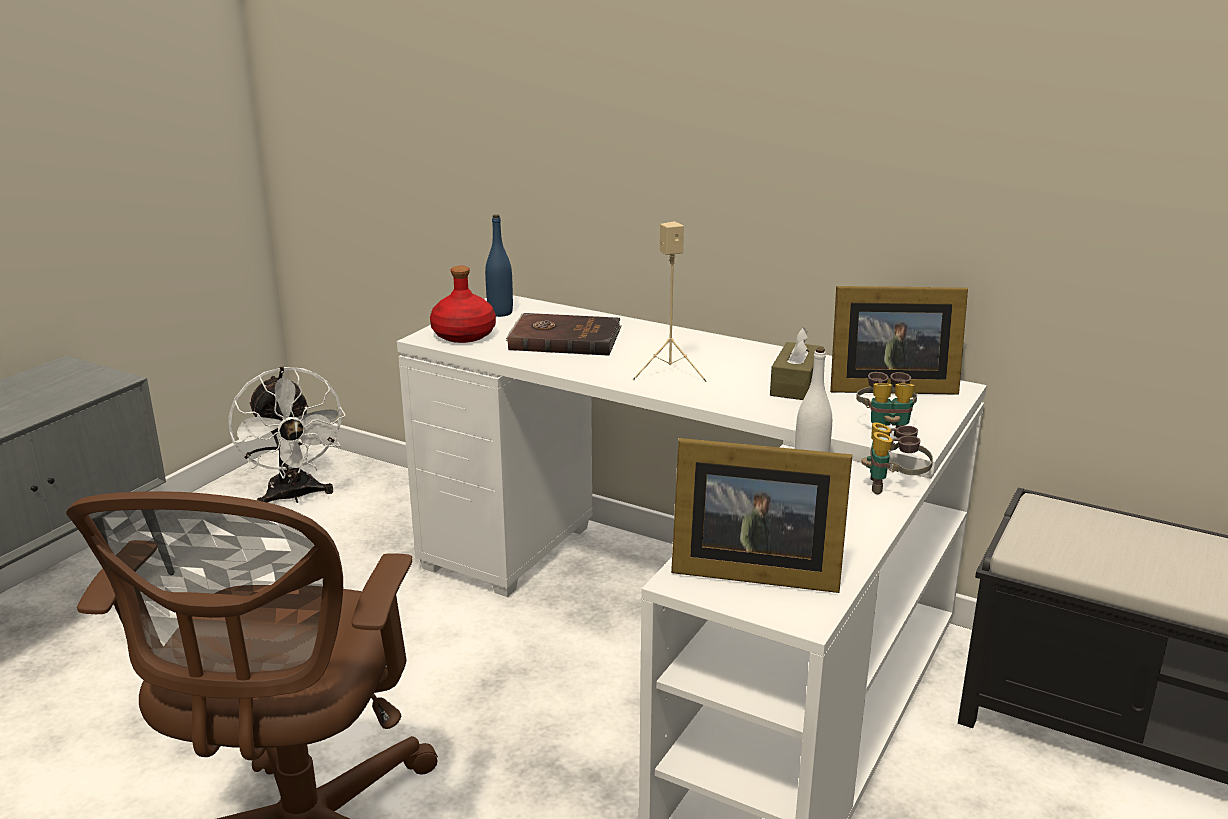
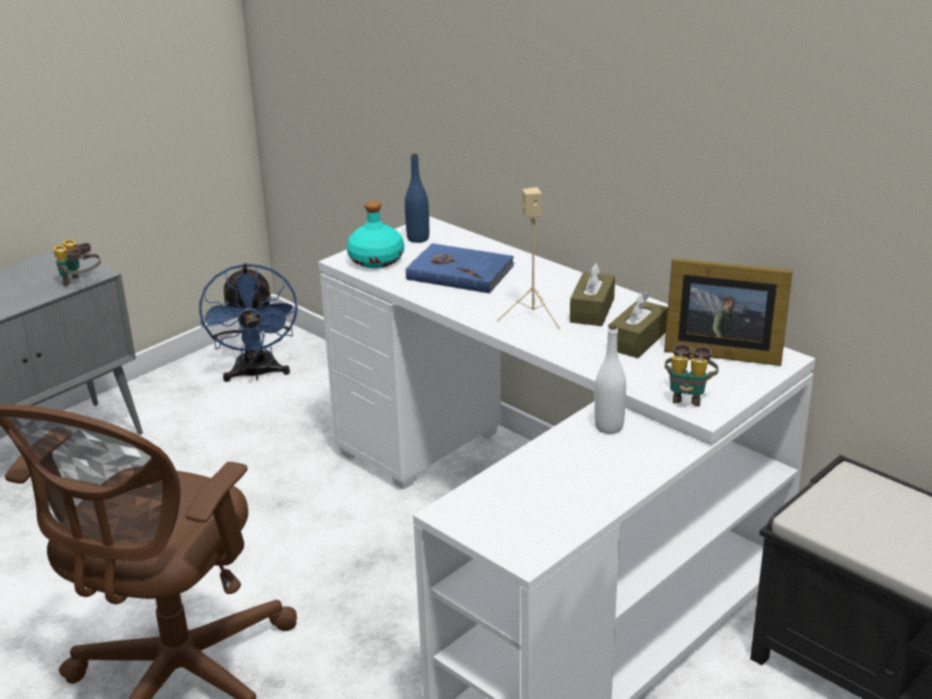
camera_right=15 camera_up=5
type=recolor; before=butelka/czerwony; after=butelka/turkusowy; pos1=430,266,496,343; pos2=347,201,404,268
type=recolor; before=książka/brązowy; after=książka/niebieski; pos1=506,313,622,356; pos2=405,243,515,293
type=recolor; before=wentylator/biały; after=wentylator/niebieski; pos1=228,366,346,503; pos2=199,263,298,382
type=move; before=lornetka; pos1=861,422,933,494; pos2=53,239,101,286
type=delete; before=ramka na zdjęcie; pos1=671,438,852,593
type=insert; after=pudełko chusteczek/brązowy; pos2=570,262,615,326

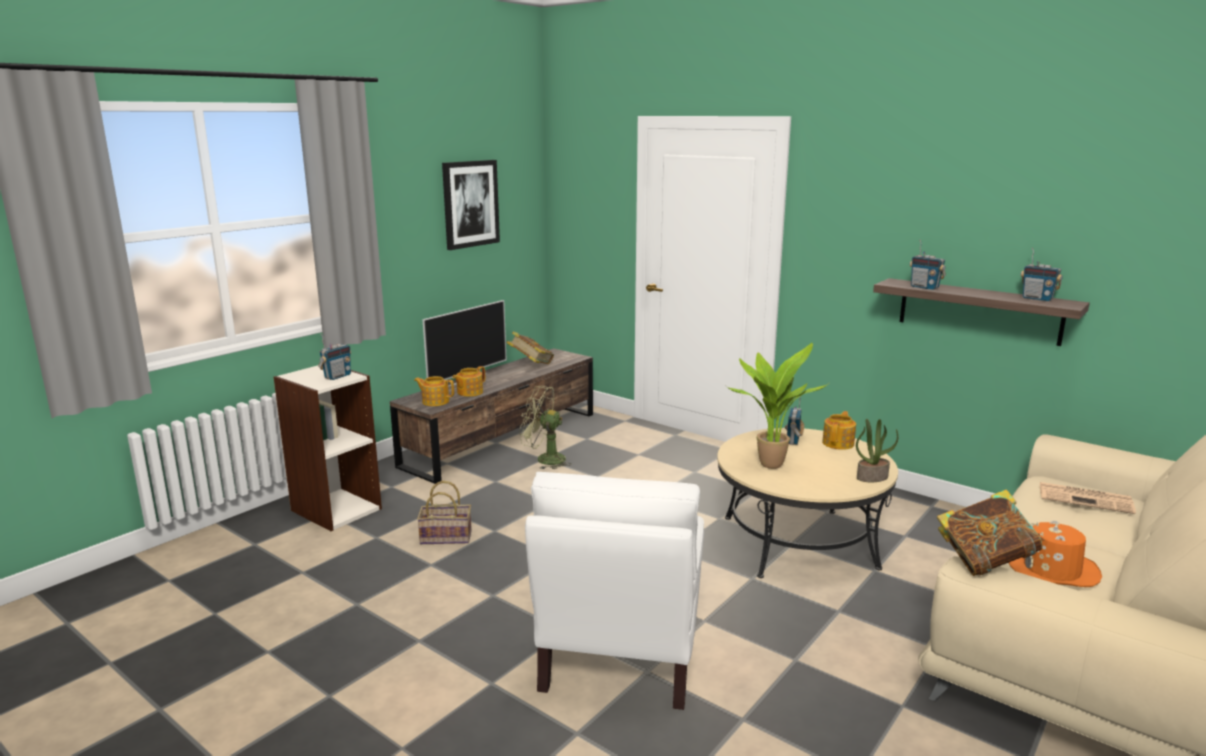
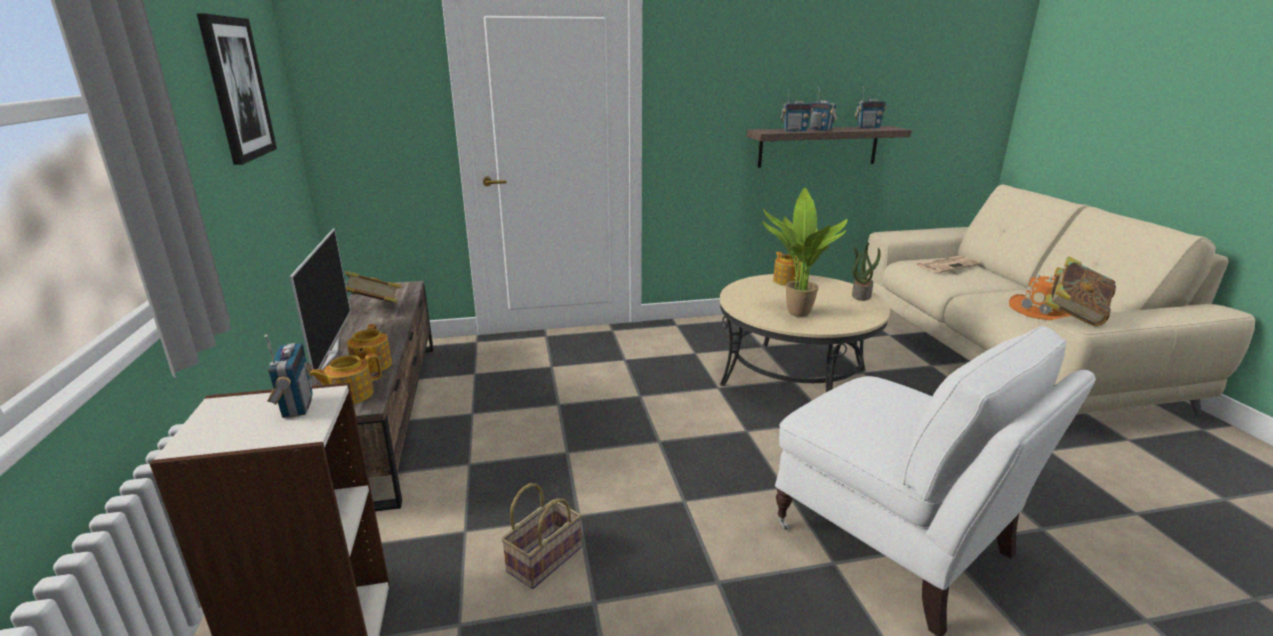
camera_right=-50 camera_up=5
type=delete; before=wentylator/zielony; pos1=519,386,571,469
type=move; before=radio; pos1=785,396,804,445; pos2=810,87,837,131

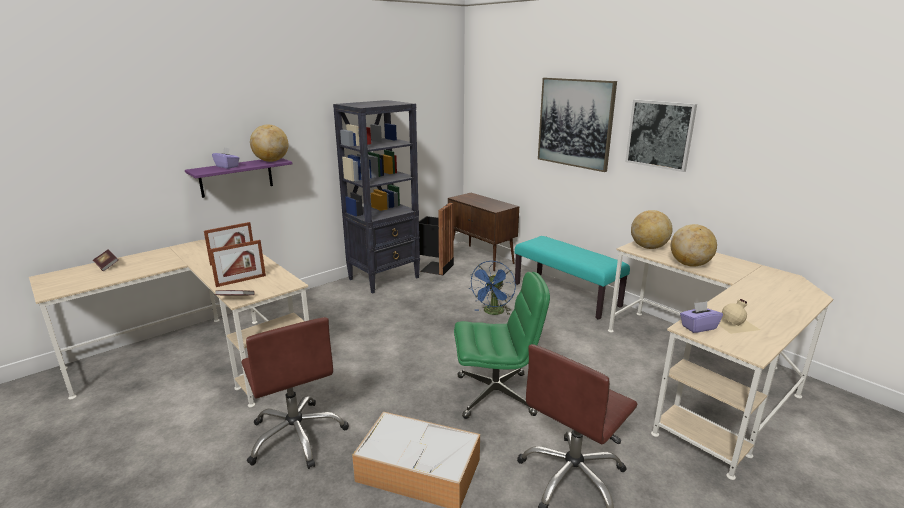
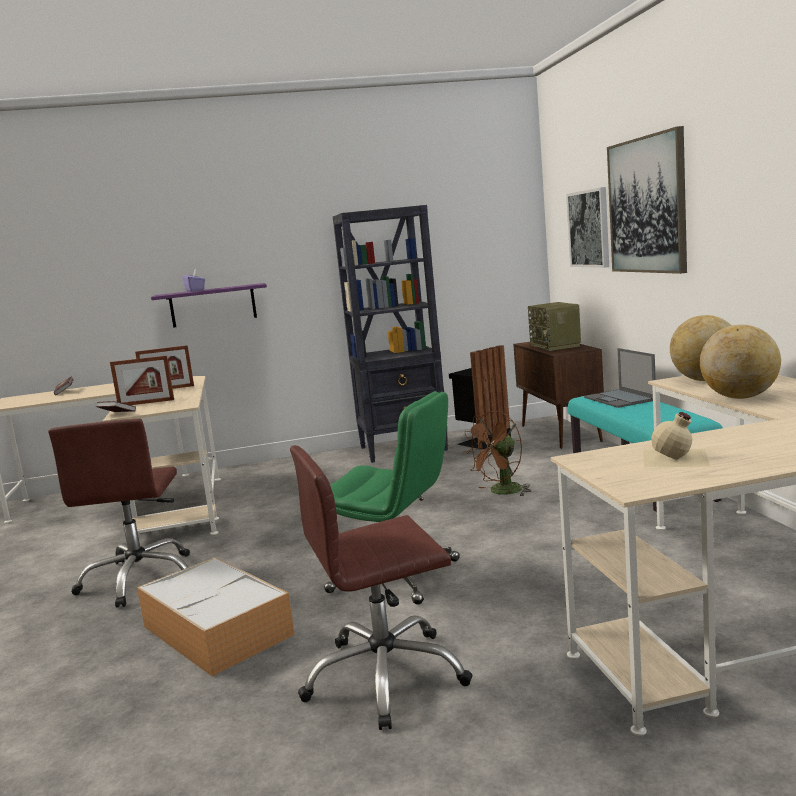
camera_right=30 camera_up=-10
type=move; before=obraz; pos1=625,99,697,172; pos2=566,187,609,268
type=delete; before=globus; pos1=250,124,288,162
type=recolor; before=wentylator/niebieski; after=wentylator/brązowy; pos1=469,261,516,315; pos2=463,411,531,497
type=delete; before=pudełko chusteczek/fioletowy; pos1=680,301,723,333
type=insert; after=radio; pos2=528,302,581,351
type=insert; after=laptop; pos2=584,348,656,408

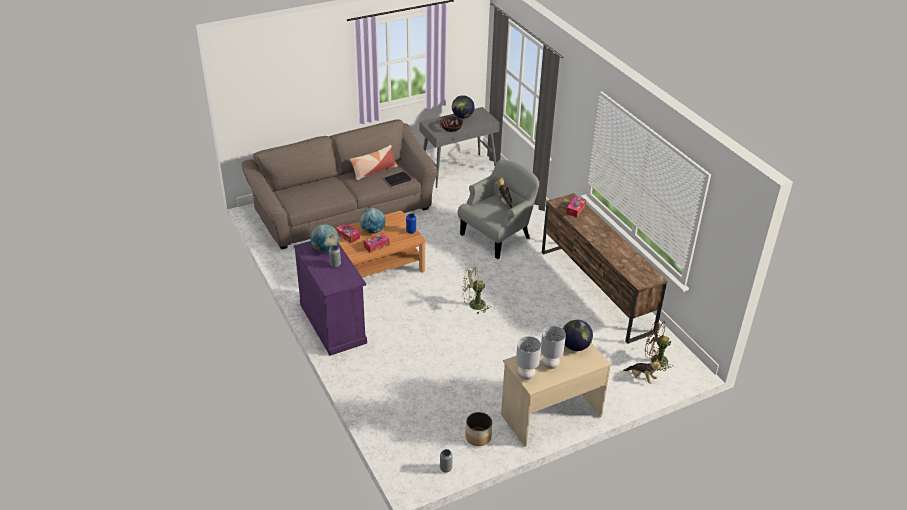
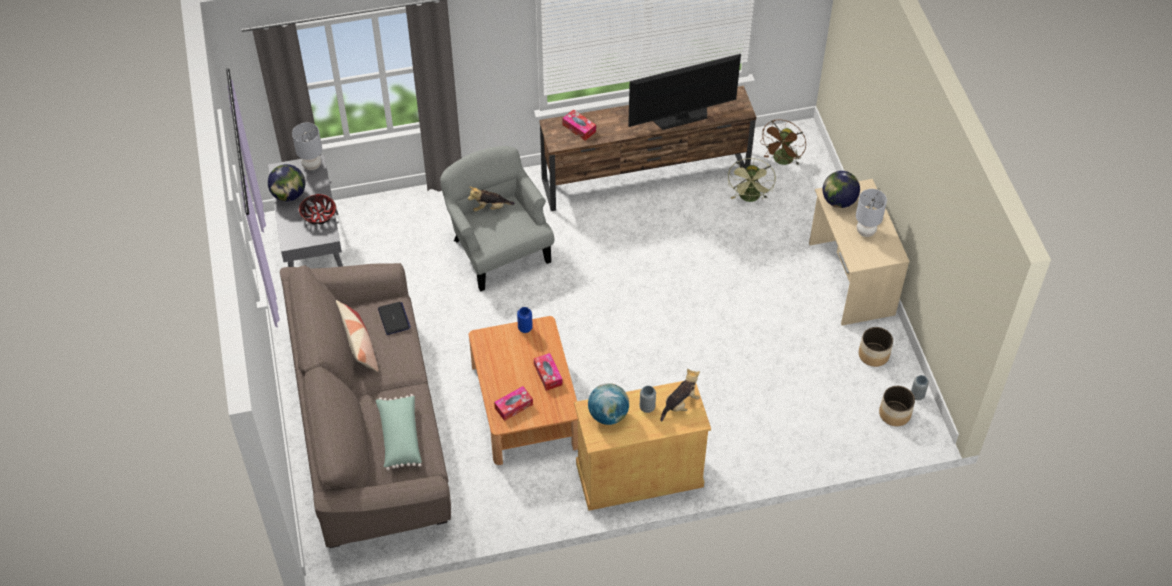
camera_right=-75 camera_up=15
type=delete; before=globus; pos1=360,208,386,234
type=recolor; before=szafka/fioletowy; after=szafka/beżowy; pos1=294,241,367,356; pos2=574,381,711,511
type=move; before=wentylator/zielony; pos1=462,267,491,314; pos2=728,158,776,202
type=move; before=lampa stołowa/szary; pos1=516,336,541,380; pos2=292,123,322,170
type=move; before=pluszak; pos1=623,359,663,384; pos2=661,369,700,422
type=insert; after=telewizor; pos2=628,54,741,130
type=insert; after=donica; pos2=879,386,915,426
type=insert; after=poduszka/zielony; pos2=376,394,422,471

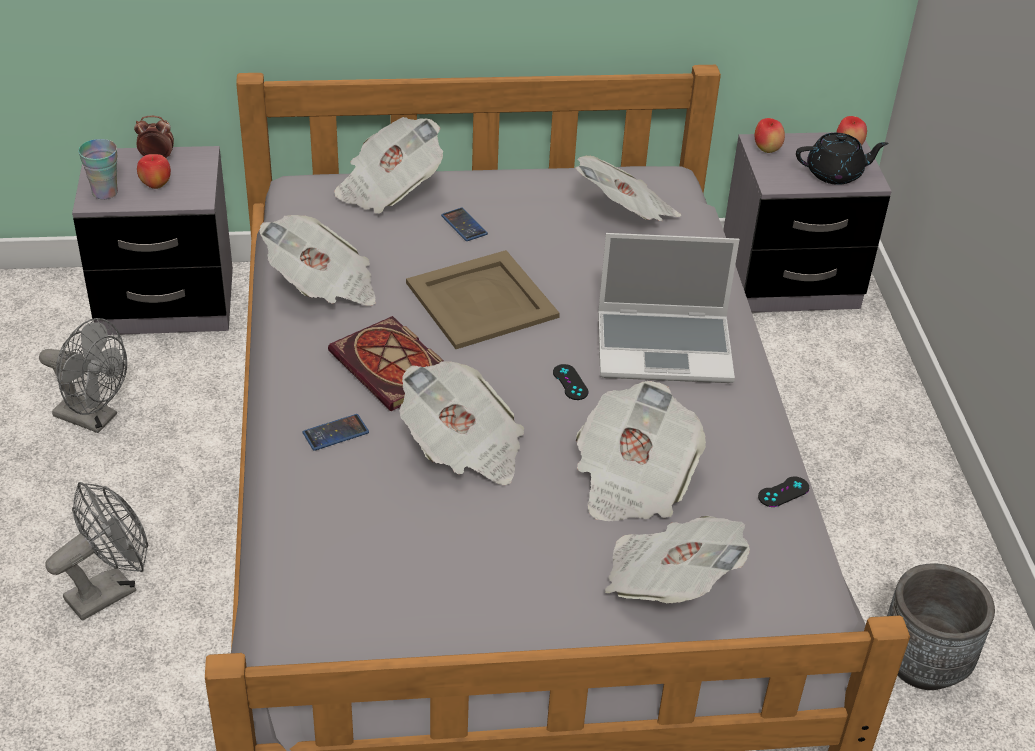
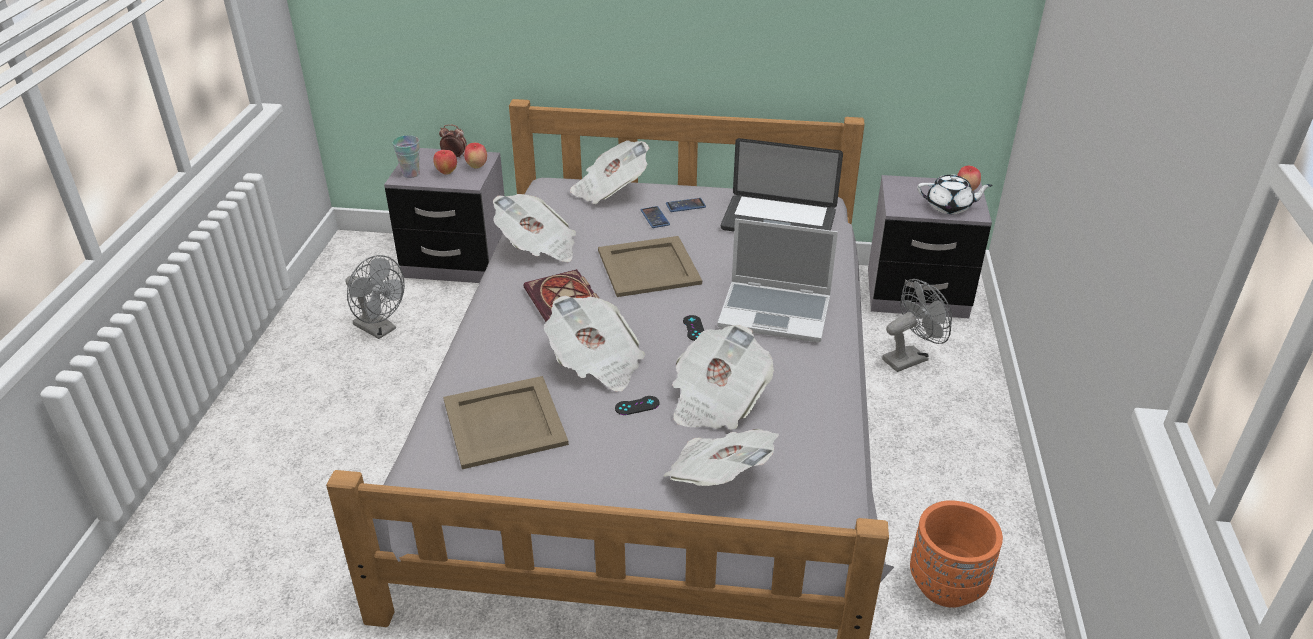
camera_right=15 camera_up=-5
type=move; before=jabłko; pos1=754,118,785,153; pos2=464,143,487,169
type=recolor; before=imbryk/czarny; after=imbryk/biały; pos1=796,133,889,185; pos2=917,175,993,214
type=replace; before=gazeta; after=laptop; pos1=575,156,681,221; pos2=721,138,843,232
type=move; before=telefon; pos1=302,414,369,451; pos2=666,198,706,212
type=move; before=pad do gier/czarny; pos1=758,477,809,507; pos2=615,396,660,415
type=move; before=wentylator/szary; pos1=45,482,148,621; pos2=882,279,952,372
type=recolor; before=donica/szary; after=donica/pomarańczowy; pos1=887,563,995,690; pos2=910,500,1003,608
type=insert; after=taca/beżowy; pos2=443,376,569,469

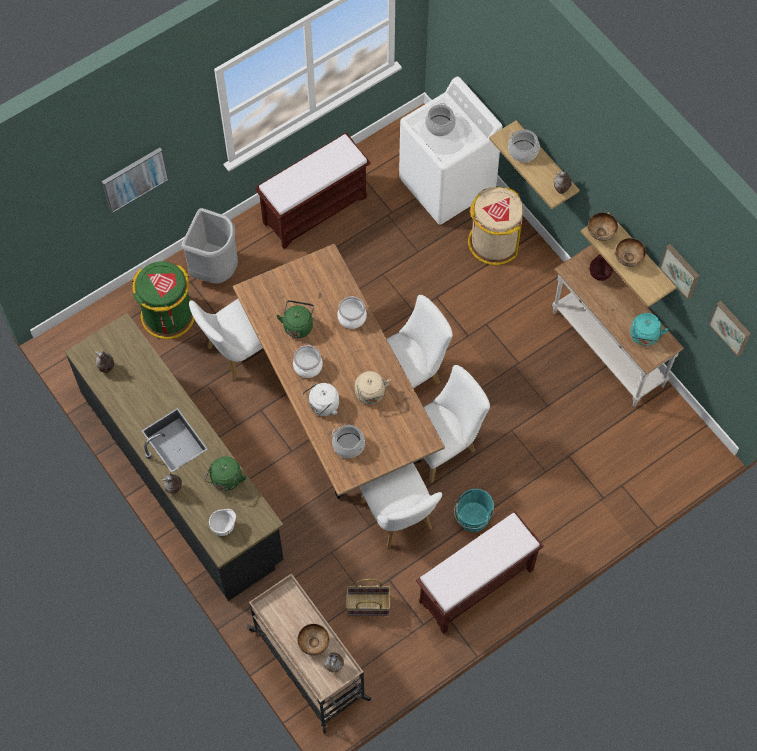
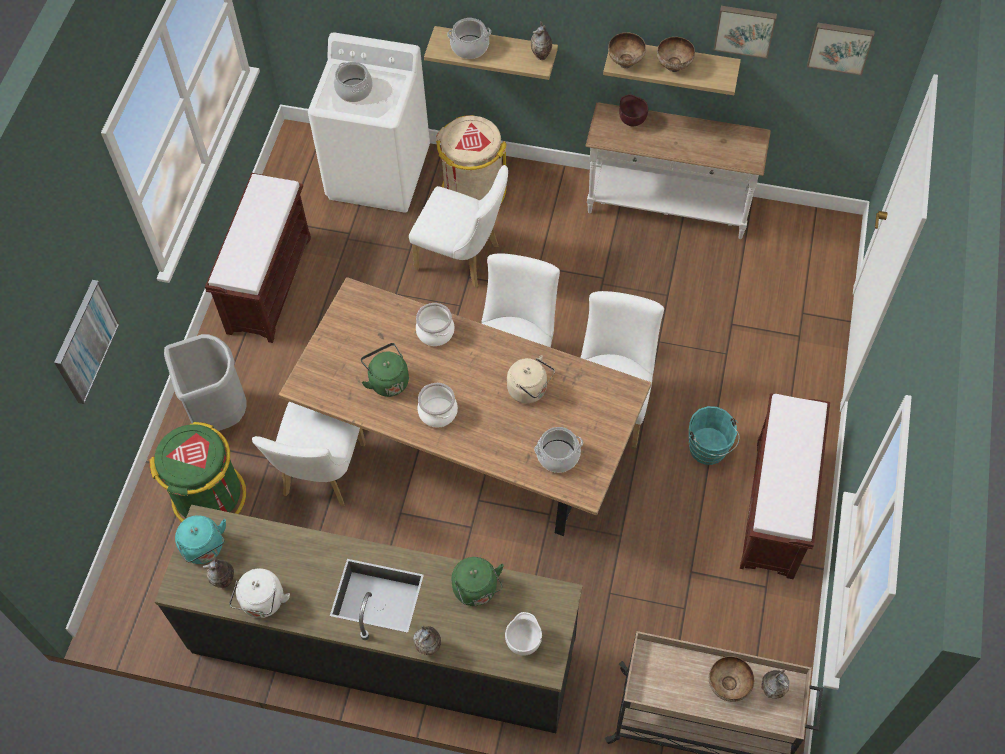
camera_right=-40 camera_up=-5
type=move; before=czajnik/turkusowy; pos1=630,313,669,346; pos2=175,515,226,564
type=move; before=czajnik/biały; pos1=303,383,339,416; pos2=229,568,290,618
type=move; before=krzesło/biały; pos1=360,463,442,548; pos2=409,165,508,288
type=delete; before=koszyk; pos1=346,579,390,616

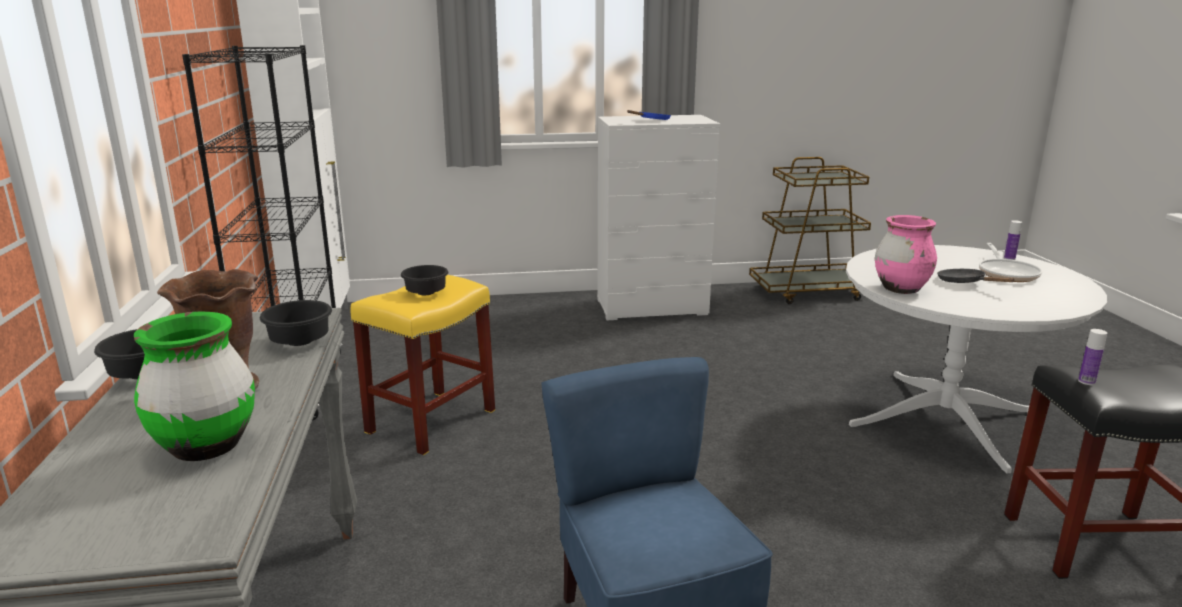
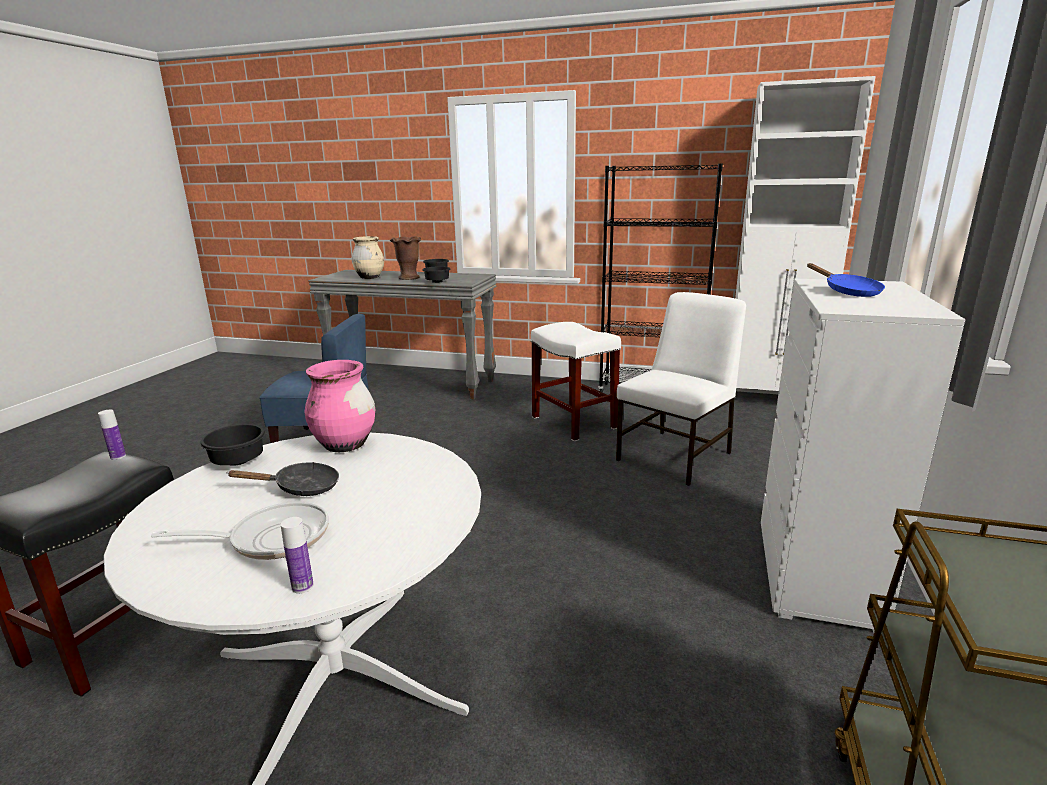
camera_right=115 camera_up=0
type=rotate; before=patelnia; pos1=979,243,1042,282; pos2=151,502,329,560; turn=135
type=move; before=miska/czarny; pos1=401,265,448,295; pos2=200,424,265,466
type=recolor; before=stołek/żółty; after=stołek/biały; pos1=350,275,495,455; pos2=531,322,621,441
type=recolor; before=wazon/zielony; after=wazon/beżowy; pos1=134,312,255,461; pos2=352,236,384,279
type=insert; after=krzesło/biały; pos2=616,292,746,486

